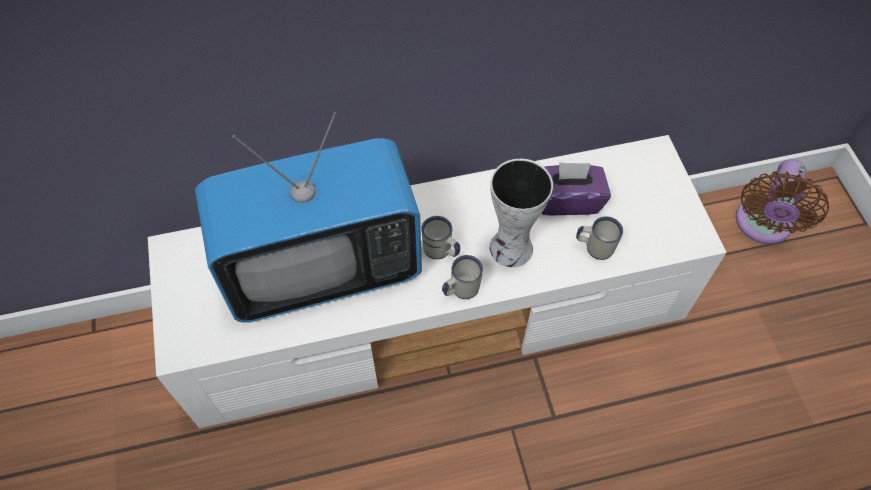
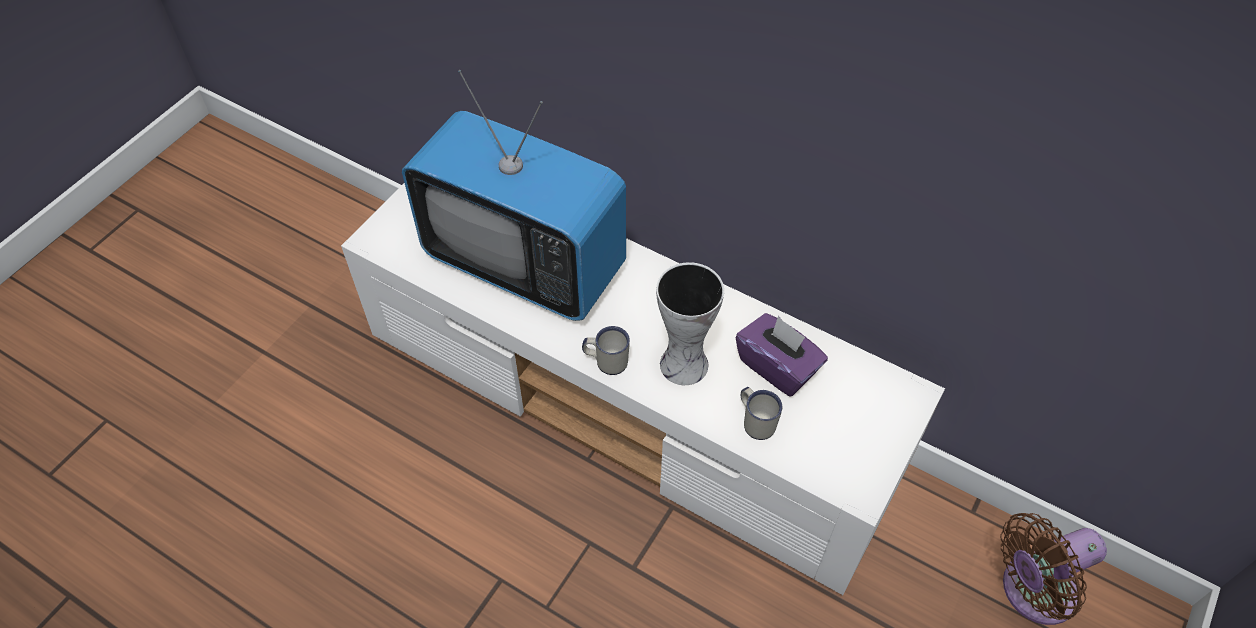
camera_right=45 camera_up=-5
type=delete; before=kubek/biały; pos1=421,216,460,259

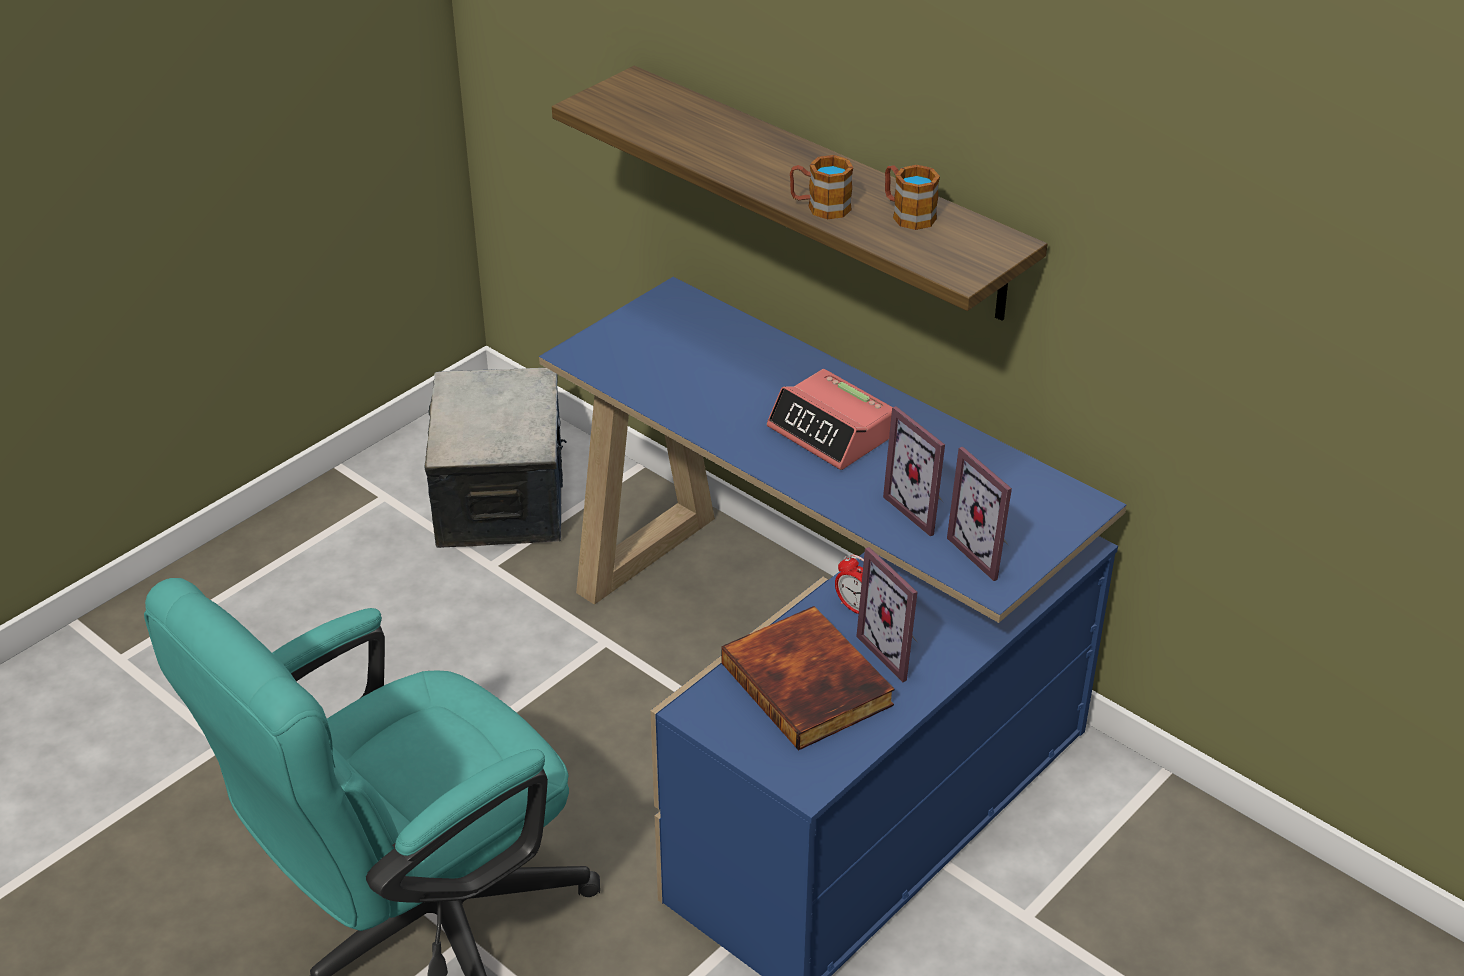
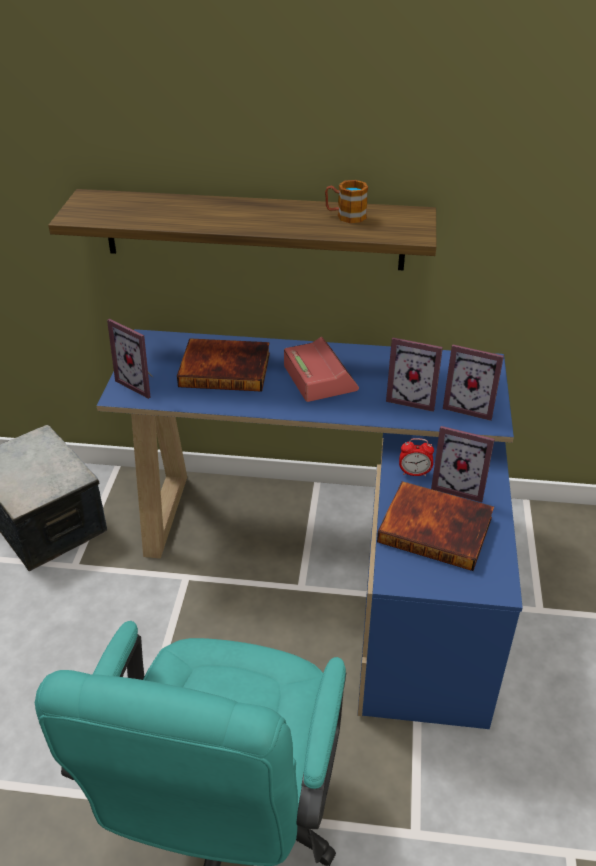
camera_right=-35 camera_up=0
type=delete; before=kubek; pos1=790,155,853,219
type=rotate; before=budzik; pos1=767,369,893,470; pos2=284,336,359,402; turn=-120
type=insert; after=ramka na zdjęcie; pos2=107,319,153,399
type=insert; after=książka; pos2=177,338,270,392

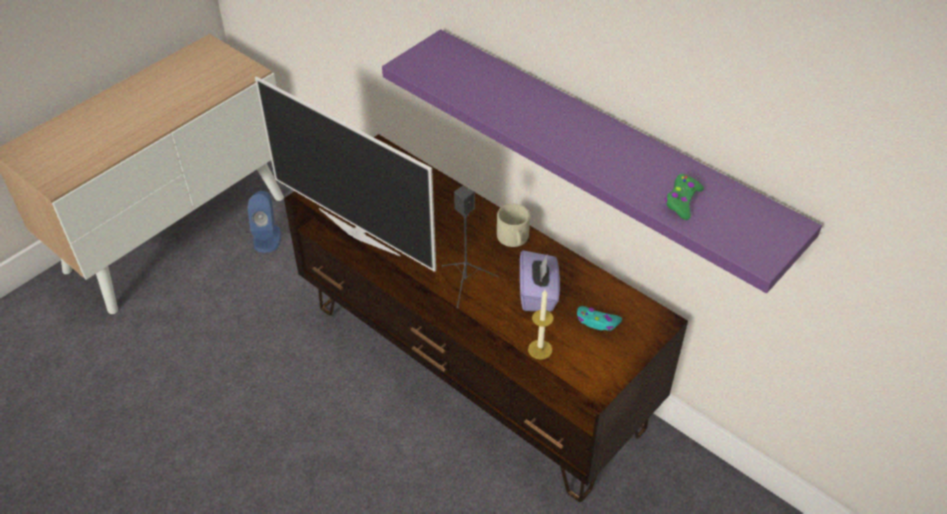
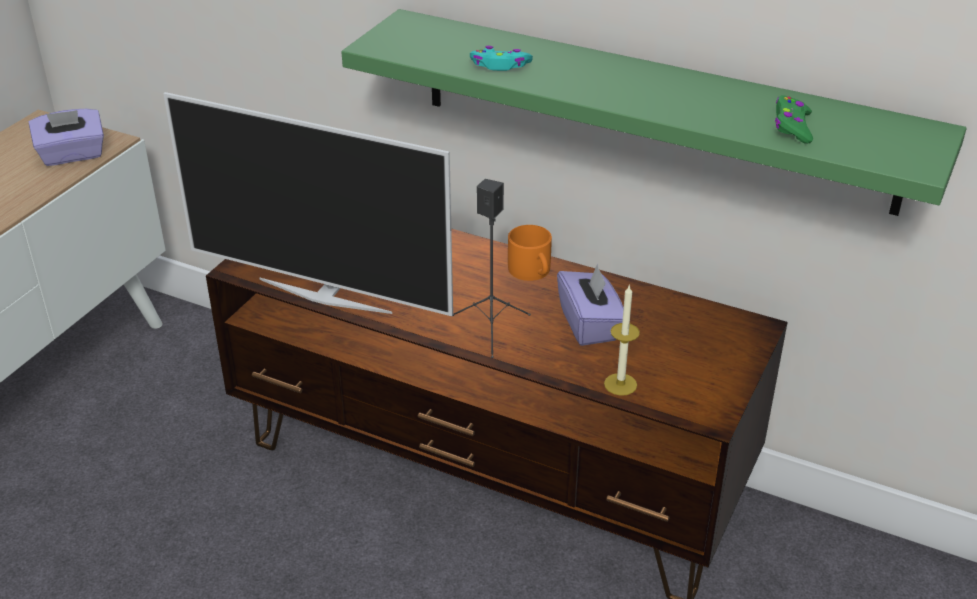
camera_right=-15 camera_up=-10
type=recolor; before=półka/fioletowy; after=półka/zielony; pos1=382,29,822,293; pos2=341,9,967,216
type=delete; before=głośnik/niebieski; pos1=248,191,281,253
type=recolor; before=kubek/beżowy; after=kubek/pomarańczowy; pos1=497,204,530,247; pos2=508,225,552,281
type=move; before=pad do gier/turkusowy; pos1=577,306,622,331; pos2=470,46,533,71
type=insert; after=pudełko chusteczek/fioletowy; pos2=28,109,104,166

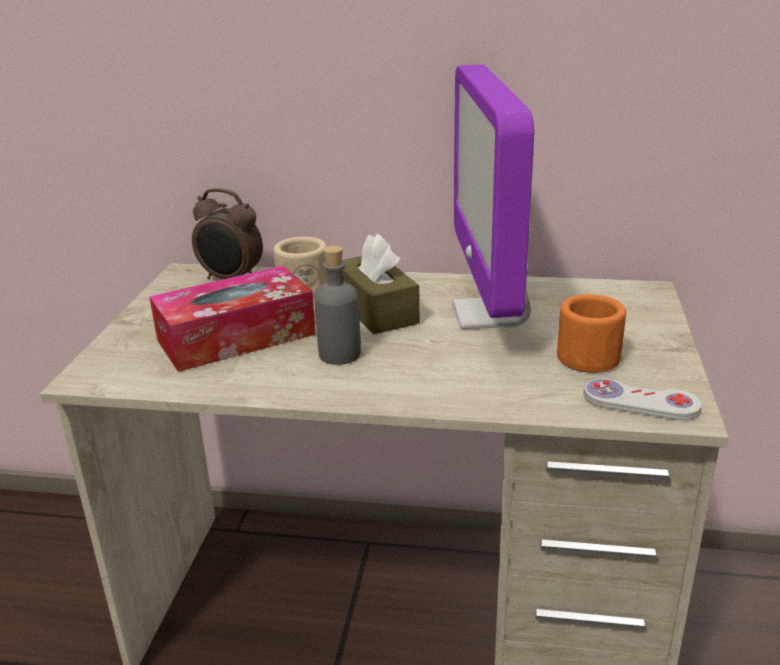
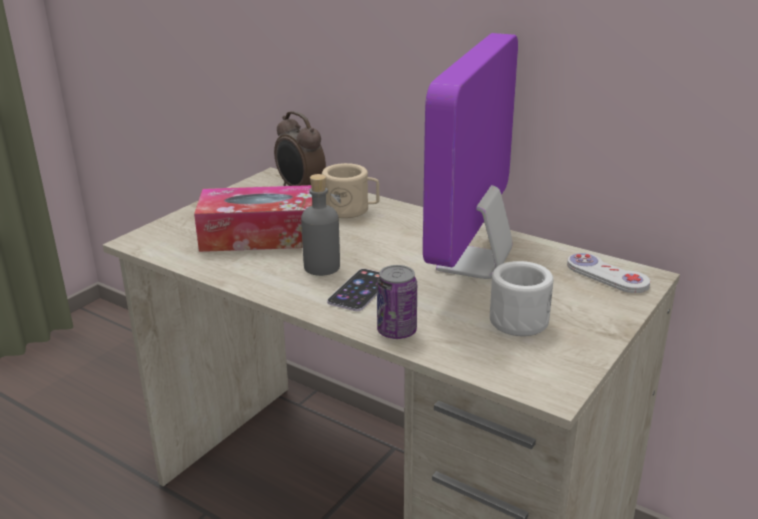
camera_right=25 camera_up=0
type=delete; before=pudełko chusteczek/brązowy; pos1=342,234,420,334
type=recolor; before=kubek/pomarańczowy; after=kubek/biały; pos1=557,294,626,373; pos2=490,261,553,336
type=move; before=pad do gier/biały; pos1=584,378,702,420; pos2=567,253,650,293
type=insert; after=puszka; pos2=377,265,417,339
type=insert; after=telefon; pos2=327,269,379,311

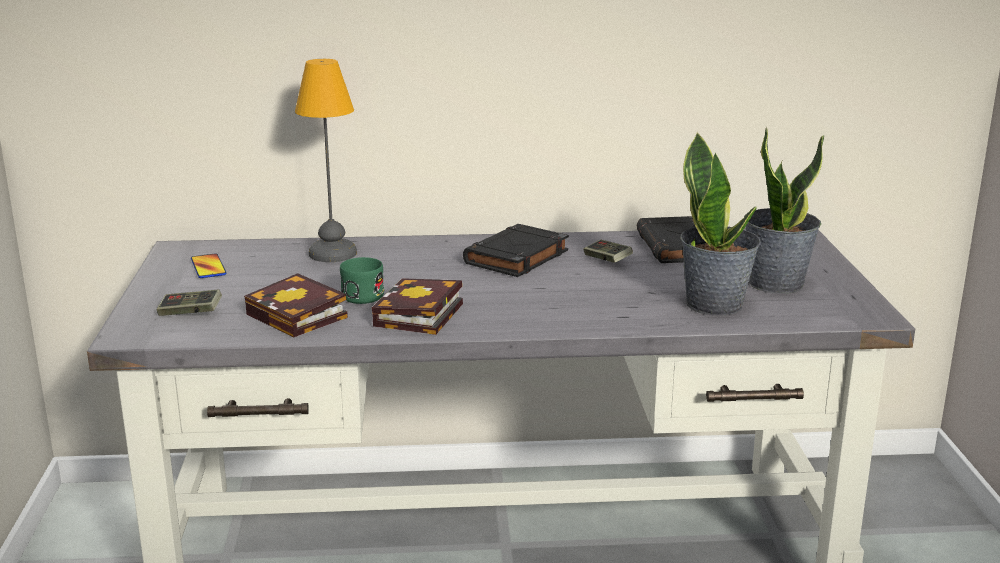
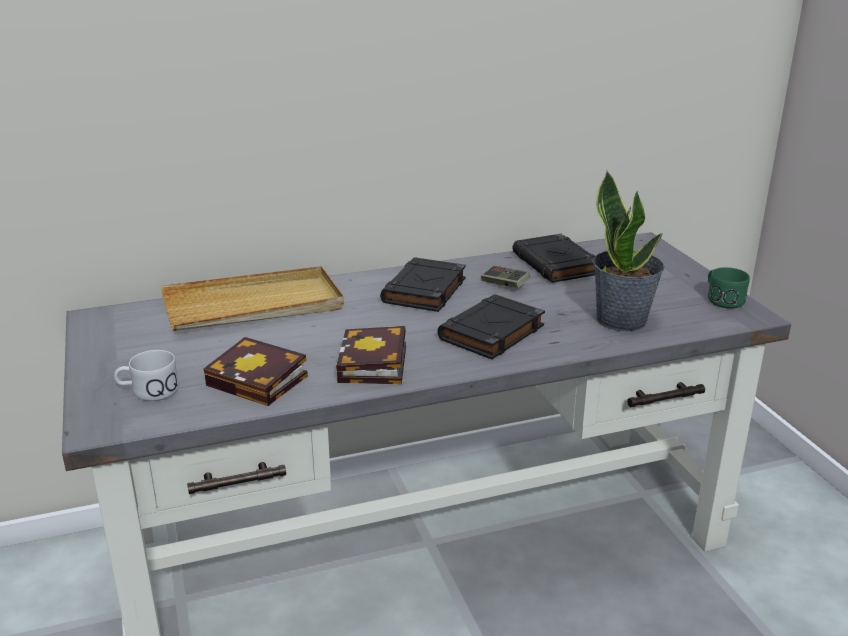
camera_right=-15 camera_up=5
type=replace; before=lampa stołowa; after=taca/beżowy; pos1=295,59,357,262; pos2=161,266,344,331
type=delete; before=roślina doniczkowa; pos1=744,127,824,294
type=delete; before=telefon; pos1=191,253,227,278
type=move; before=kubek/zielony; pos1=340,257,384,304; pos2=708,267,750,308
type=replace; before=pad do gier; after=kubek/biały; pos1=157,289,222,316; pos2=114,350,179,401
type=insert; after=książka/czarny; pos2=437,294,545,359

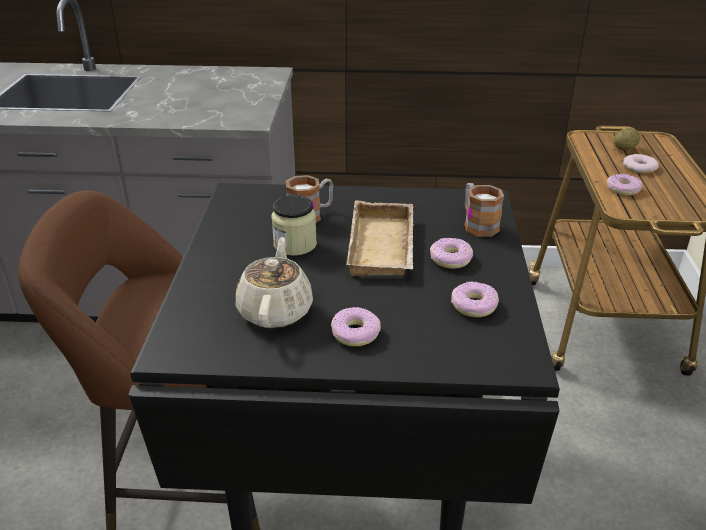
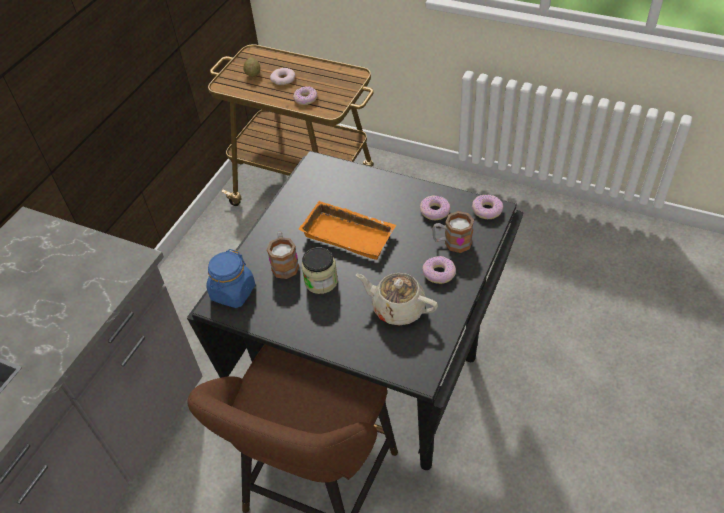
camera_right=-65 camera_up=15
type=move; before=kubek; pos1=465,183,504,237; pos2=432,211,474,253
type=recolor; before=taca/beżowy; after=taca/pomarańczowy; pos1=346,200,414,276; pos2=299,201,397,260
type=move; before=donut; pos1=430,238,473,269; pos2=472,195,503,219
type=insert; after=słoik/niebieski; pos2=206,249,256,308

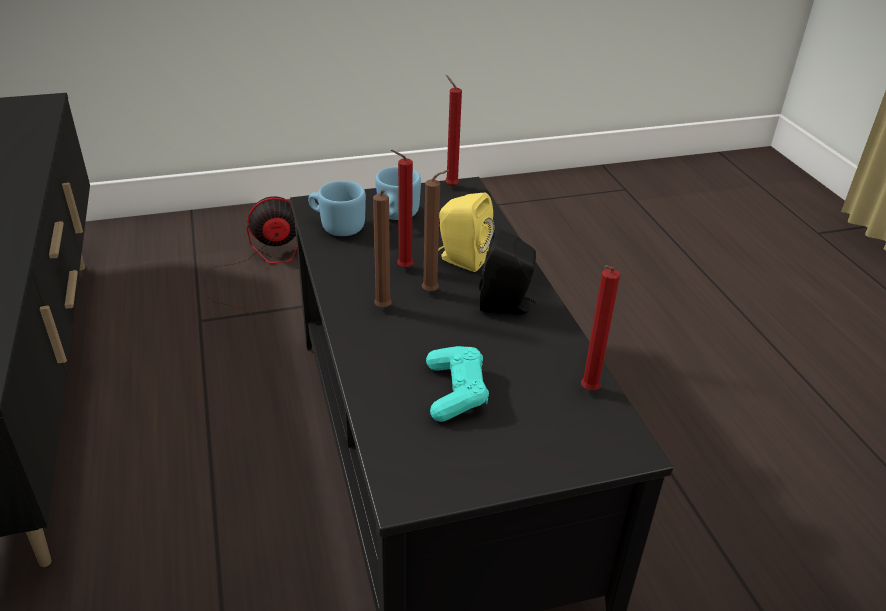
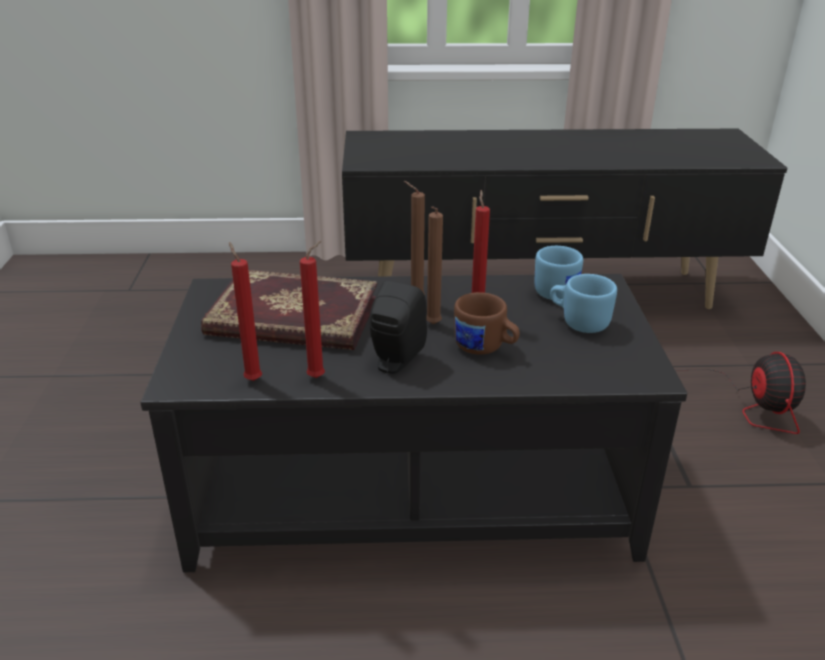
camera_right=105 camera_up=-5
type=move; before=świeca/czerwony; pos1=445,75,462,186; pos2=300,241,325,378
type=replace; before=głośnik/żółty; after=kubek/brązowy; pos1=438,193,494,272; pos2=454,292,520,355
type=replace; before=pad do gier/turkusowy; after=książka; pos1=426,346,489,422; pos2=201,270,377,350

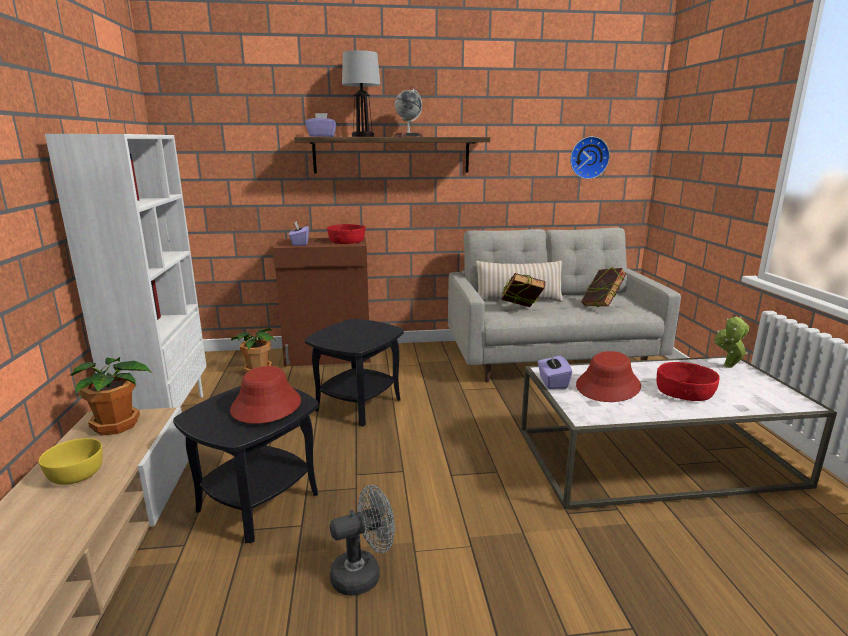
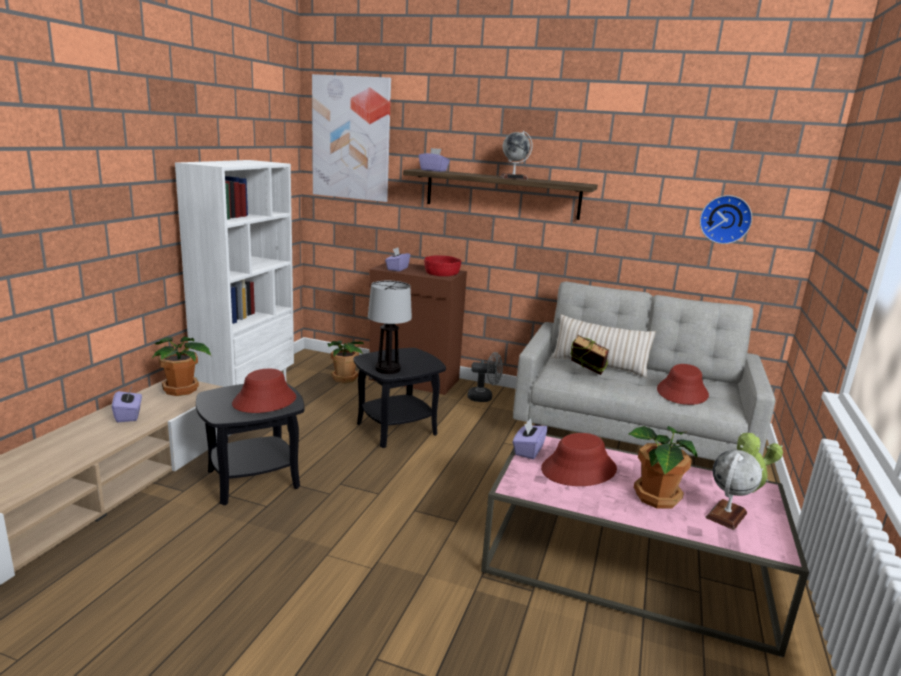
camera_right=25 camera_up=0
type=move; before=lampa stołowa; pos1=342,50,380,137; pos2=368,281,412,374
type=replace; before=książka; after=kapelusz/czerwony; pos1=581,267,627,307; pos2=657,364,709,405
type=recolor; before=ława/biały; after=ława/różowy; pos1=521,356,837,509; pos2=481,434,809,657
type=replace; before=miska/czerwony; after=roślina doniczkowa; pos1=656,362,720,401; pos2=628,426,697,509
type=replace; before=miska/żółty; after=pudełko chusteczek/fioletowy; pos1=39,438,102,485; pos2=112,387,142,422
type=move; before=wentylator/szary; pos1=330,485,395,596; pos2=468,352,503,402
type=insert; after=obraz; pos2=312,74,391,202
type=insert; after=globus; pos2=705,450,762,530

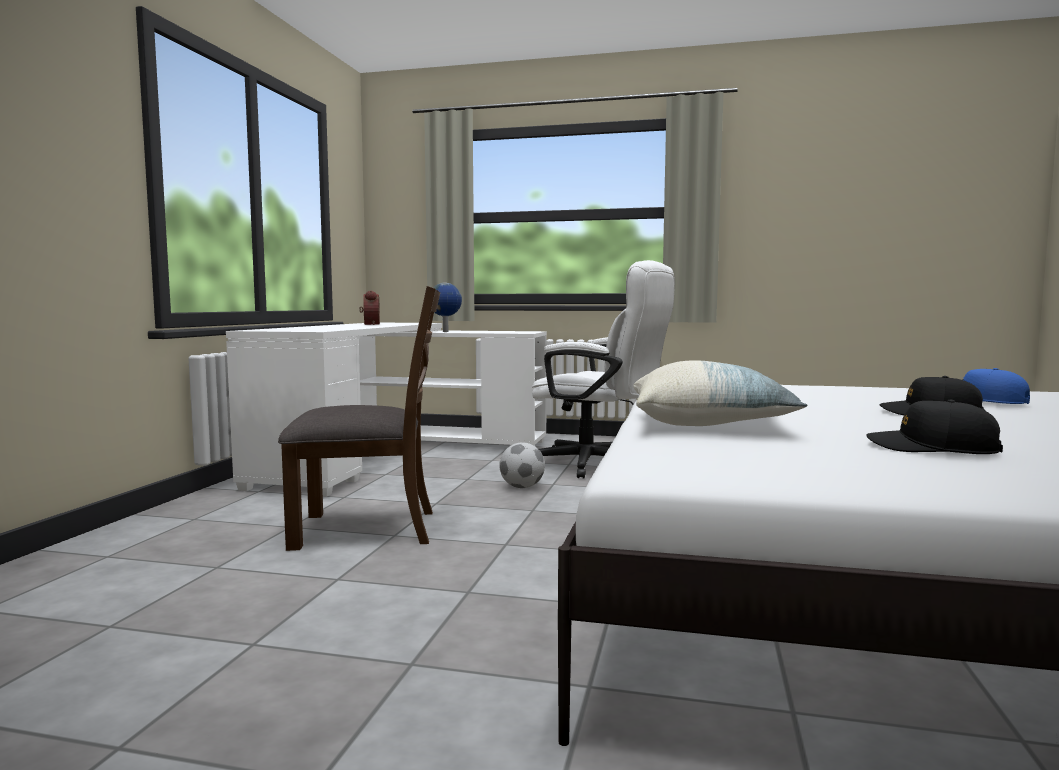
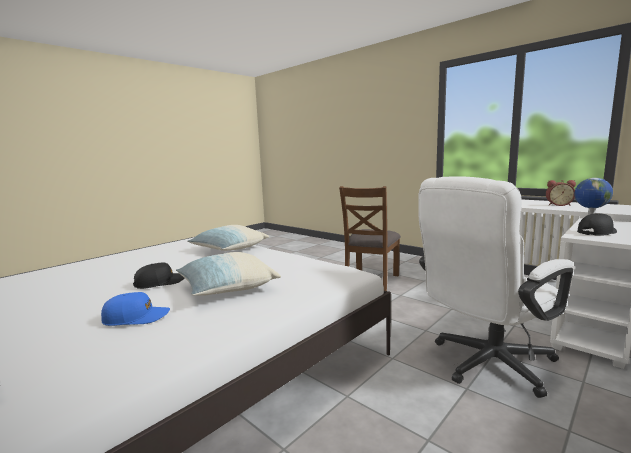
camera_right=120 camera_up=5
type=move; before=czapka z daszkiem/czarny; pos1=866,400,1003,454; pos2=577,213,617,236
type=delete; before=piłka futbolowa; pos1=499,442,545,488
type=insert; after=poduszka; pos2=176,252,281,296

